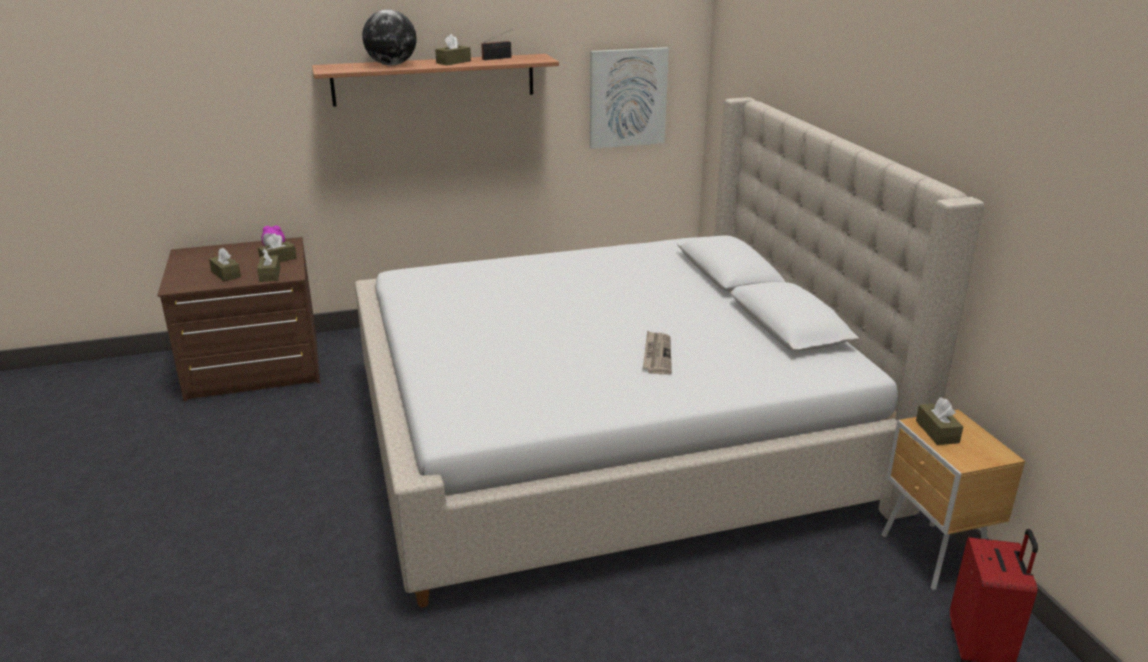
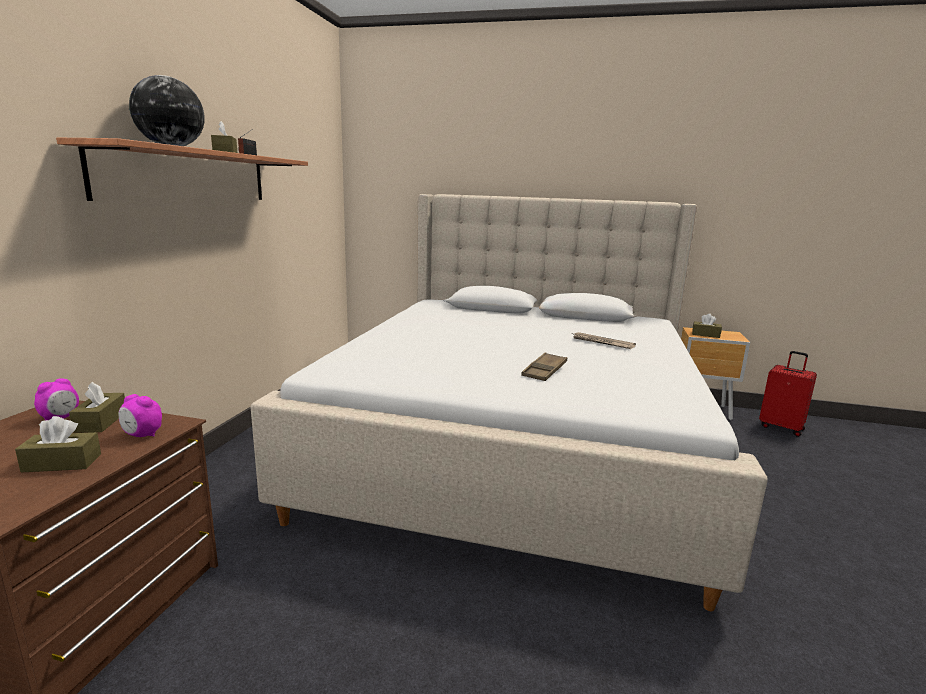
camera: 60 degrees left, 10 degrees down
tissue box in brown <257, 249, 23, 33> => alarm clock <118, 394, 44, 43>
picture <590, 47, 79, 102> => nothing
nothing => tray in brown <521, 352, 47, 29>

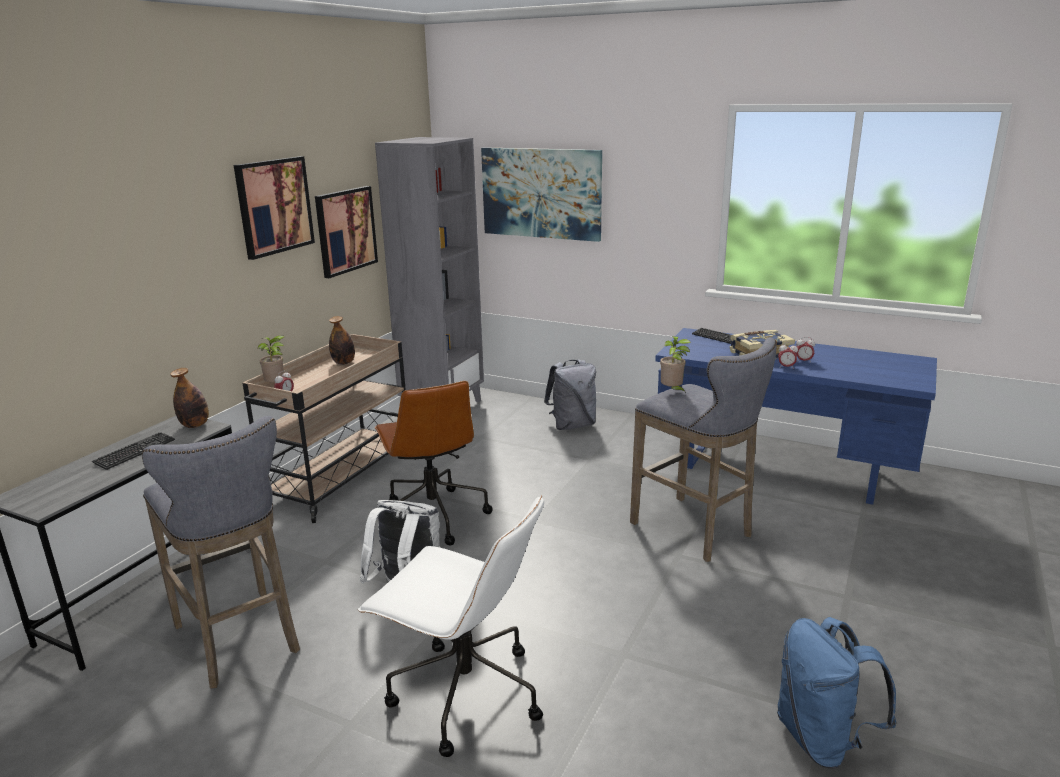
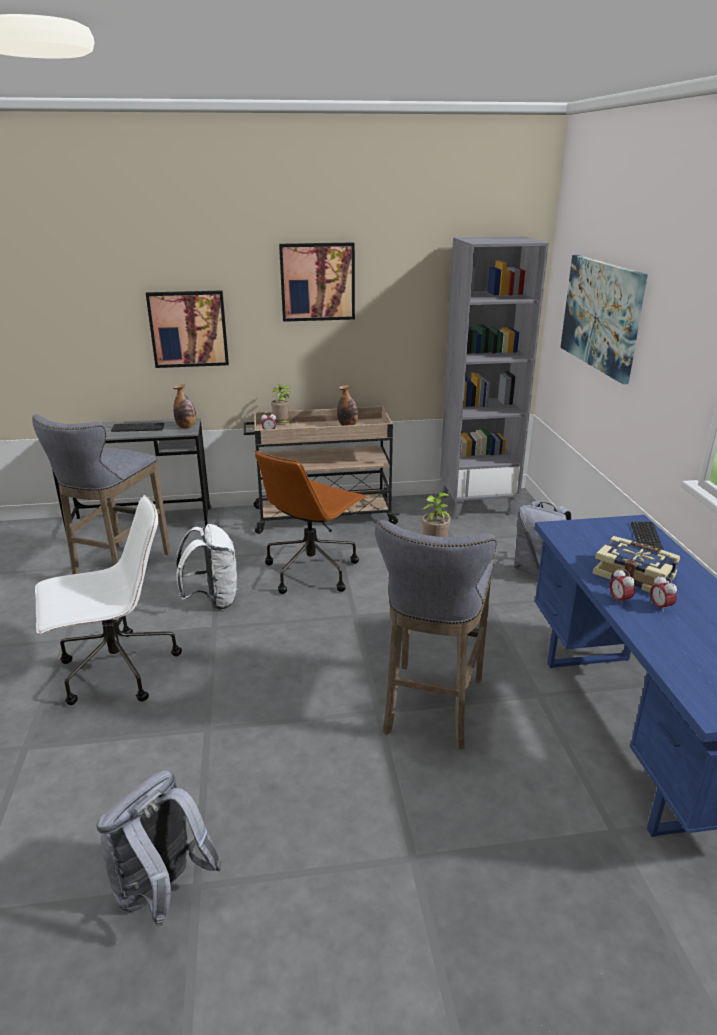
camera: 55 degrees right, 5 degrees up
picture <315, 186, 63, 92> => picture <146, 290, 83, 78>, shifted
office chair in white <358, 495, 186, 262> => office chair in white <35, 495, 147, 210>, 105 degrees counterclockwise
backpack in blue <777, 617, 120, 152> => backpack in grey <96, 770, 127, 156>

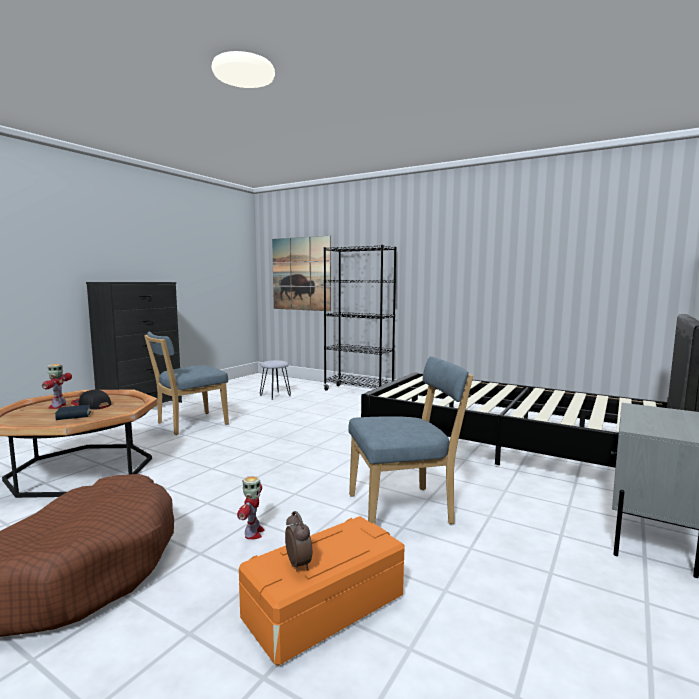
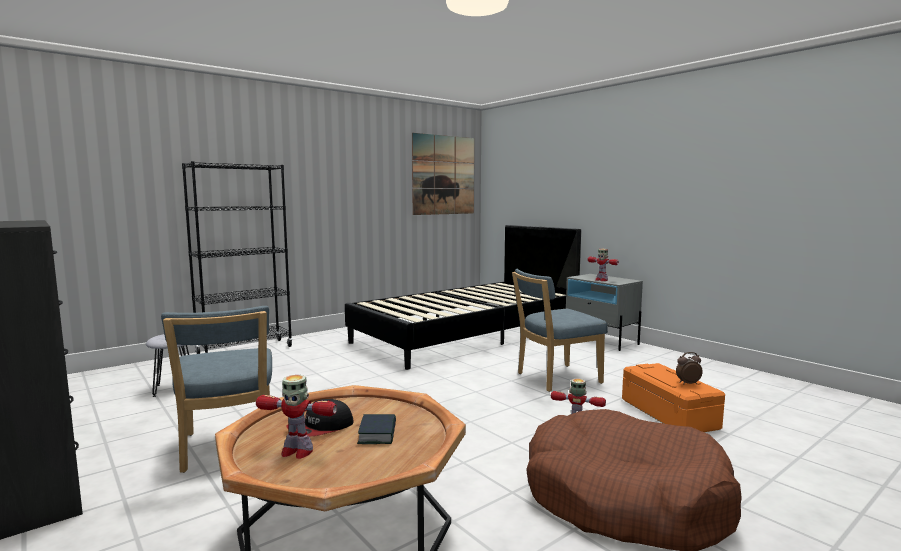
camera: 70 degrees left, 0 degrees up
picture <272, 236, 59, 75> => picture <412, 133, 62, 82>, shifted
chair in blue <348, 356, 125, 168> => chair in blue <512, 268, 96, 124>, 120 degrees counterclockwise
nothing => toy robot <587, 249, 32, 32>

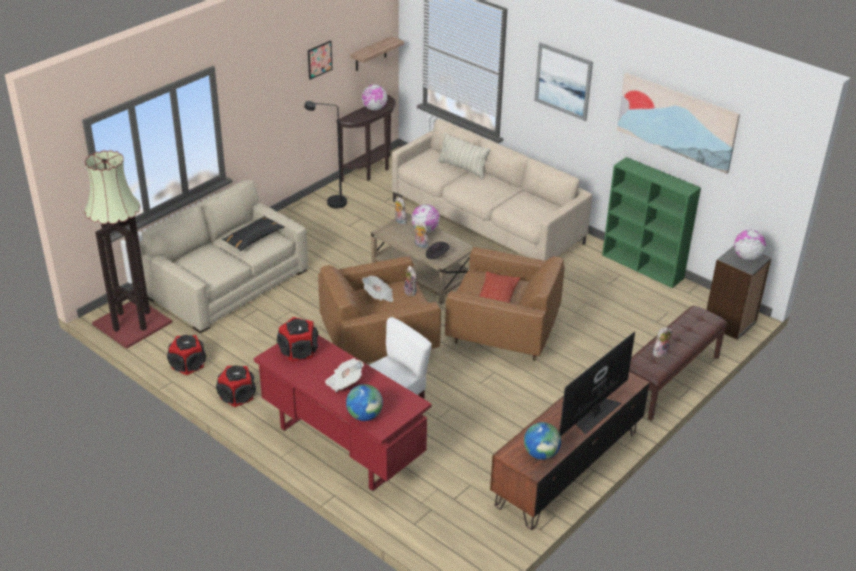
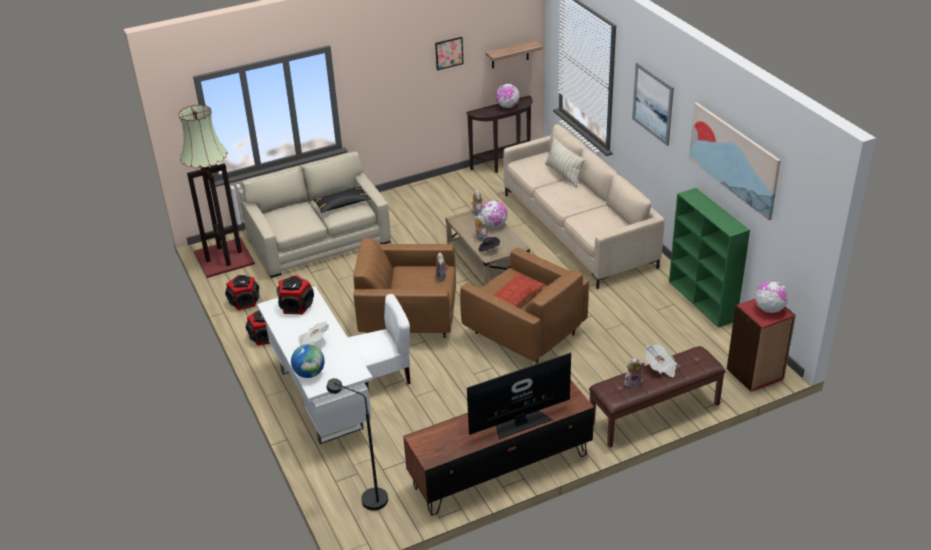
camera: 25 degrees right, 0 degrees up
desk in red <254, 335, 178, 156> => desk in white <257, 287, 116, 157>
floor lamp in black <304, 101, 43, 107> => floor lamp in black <327, 378, 61, 133>, shifted
newspaper <362, 276, 31, 26> => newspaper <645, 345, 32, 32>, shifted
globe <524, 422, 37, 38> => nothing
bookcase in black <706, 246, 66, 94> => bookcase in red <727, 299, 69, 93>

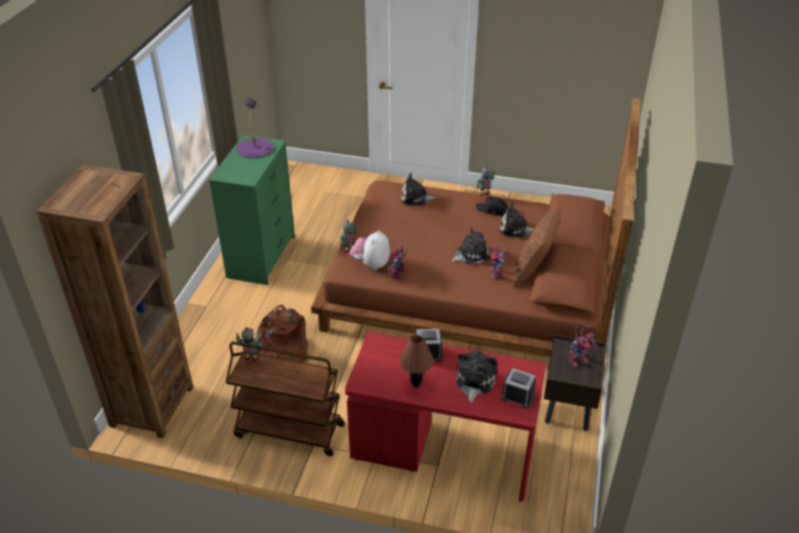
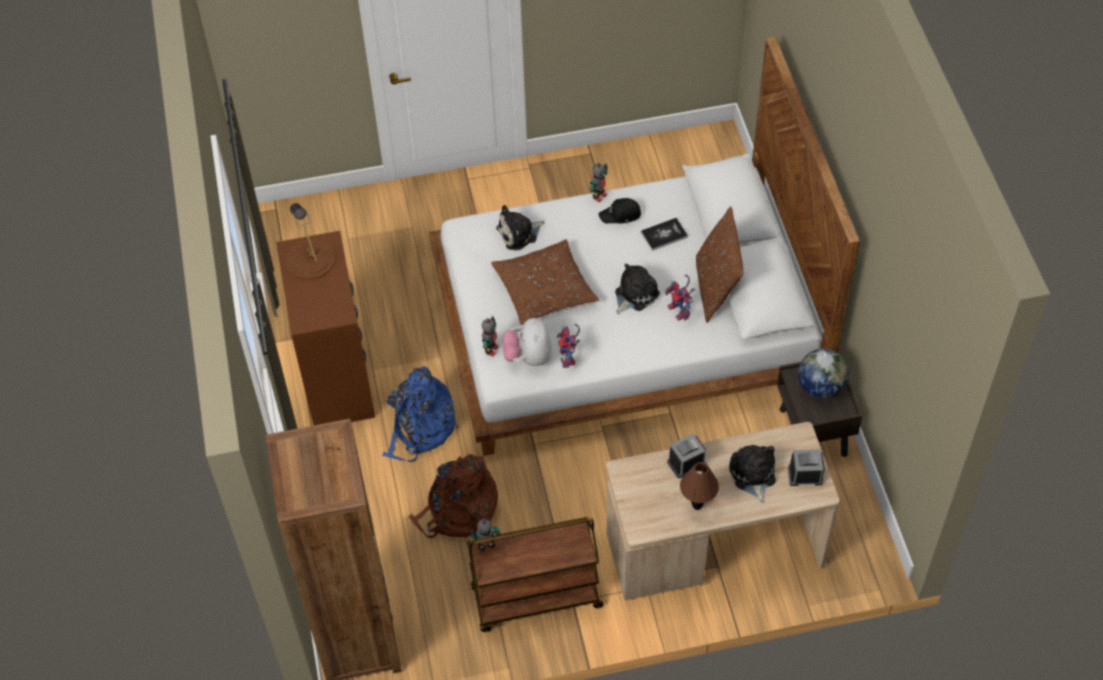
camera: 25 degrees left, 15 degrees up
dresser in green <209, 135, 86, 150> => dresser in brown <276, 231, 99, 195>
table lamp in purple <237, 98, 36, 60> => table lamp in brown <285, 203, 51, 77>
bed in brown <311, 98, 330, 259> => bed in white <429, 37, 431, 419>
desk in red <345, 332, 201, 170> => desk in beige <606, 422, 234, 178>
plush toy <500, 202, 34, 36> => book <641, 218, 47, 33>
toy robot <568, 325, 30, 43> => globe <798, 349, 51, 50>
nothing => backpack in blue <383, 366, 76, 96>
nothing => pillow in brown <491, 239, 108, 86>

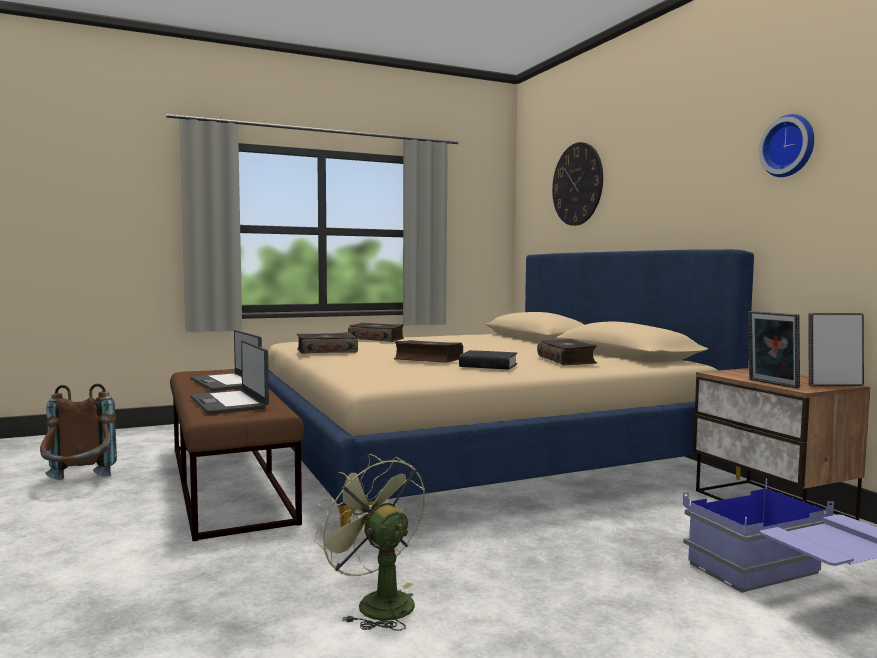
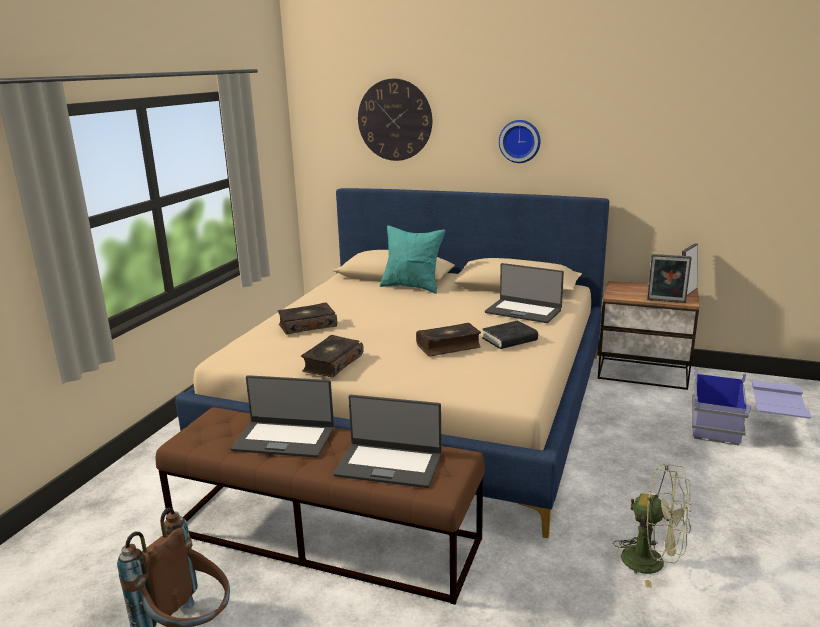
camera: 45 degrees left, 15 degrees up
fan in green <314, 454, 111, 177> => fan in green <613, 463, 79, 125>, 150 degrees counterclockwise
book <537, 339, 60, 26> => laptop <485, 263, 79, 60>
wall clock <759, 114, 55, 63> => wall clock <499, 120, 42, 43>, shifted
nothing => pillow in turquoise <380, 225, 65, 69>

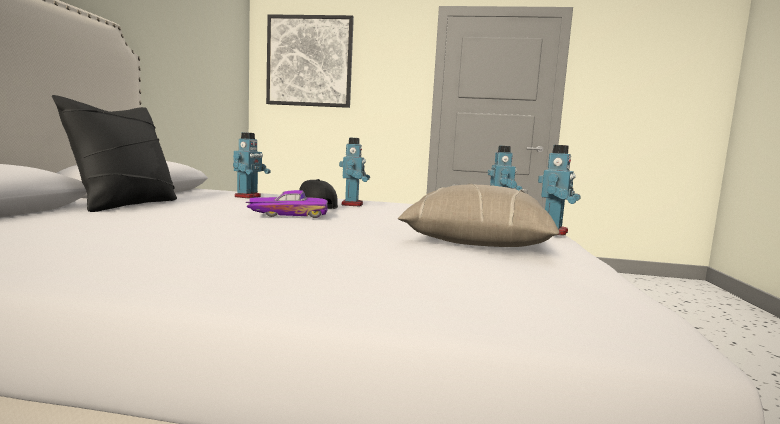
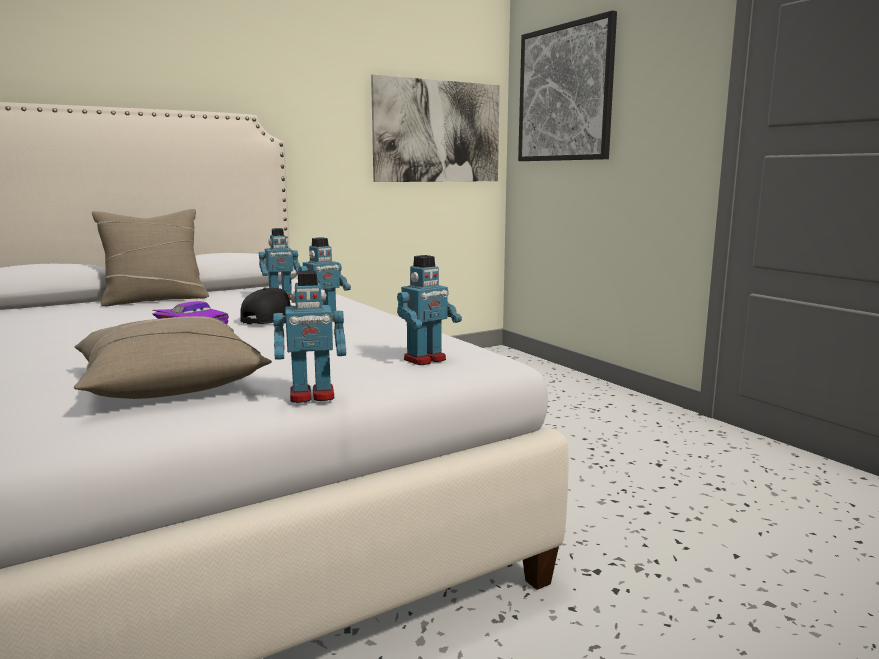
camera: 50 degrees right, 5 degrees up
pillow in black <52, 95, 125, 117> => pillow in beige <92, 209, 117, 97>
nothing => picture <371, 75, 129, 107>

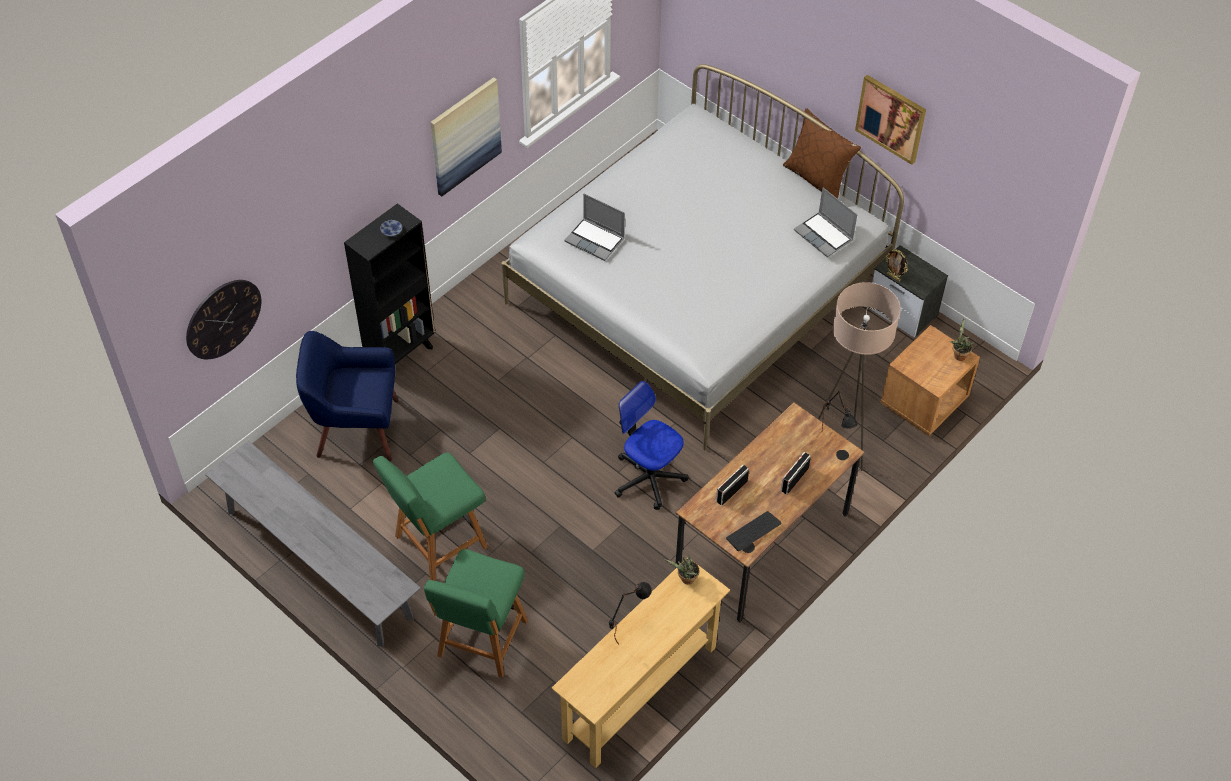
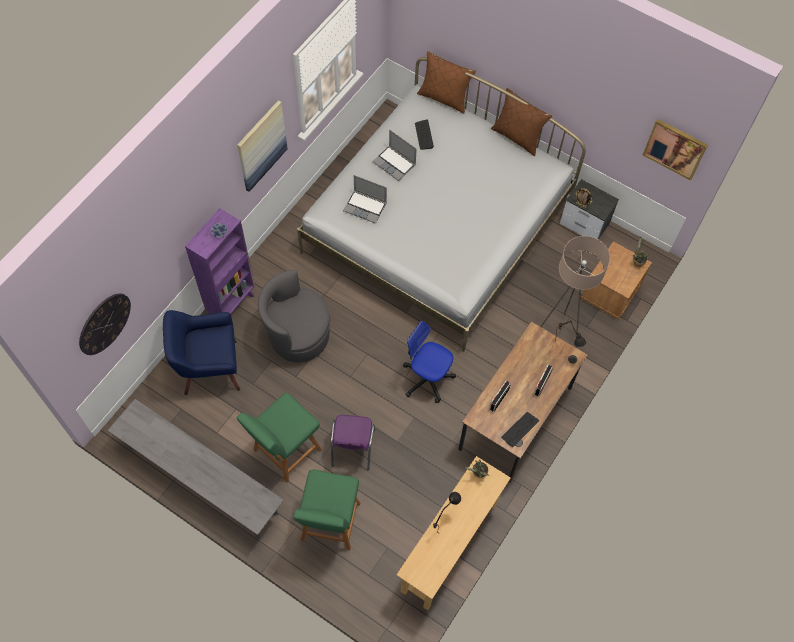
camera: 10 degrees left, 10 degrees up
bookcase in black <344, 203, 91, 161> => bookcase in purple <185, 208, 70, 106>
laptop <794, 188, 63, 69> => laptop <372, 130, 45, 51>, shifted
picture <855, 75, 71, 90> => picture <643, 119, 65, 61>, shifted
nothing => armchair in grey <258, 270, 72, 92>
nothing => chair in purple <331, 415, 44, 56>
nothing => keyboard <415, 119, 19, 31>
nothing => pillow in brown <417, 51, 59, 63>

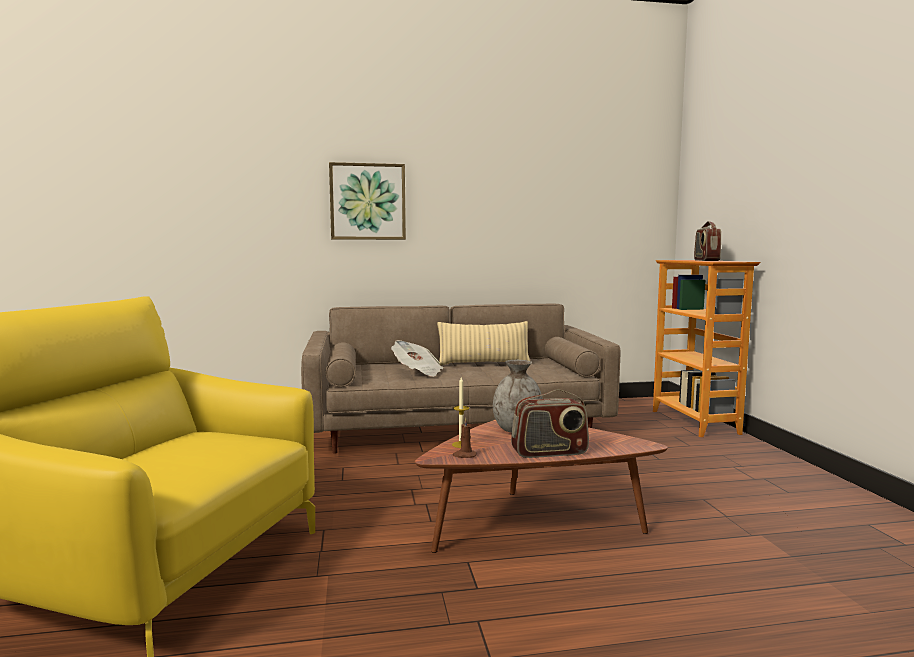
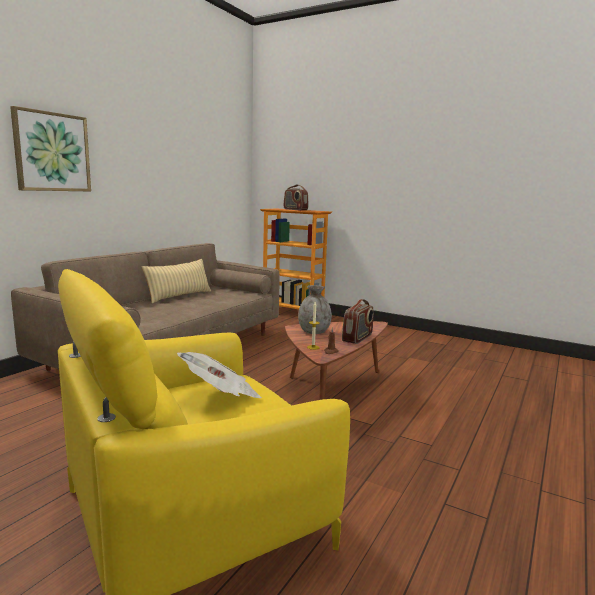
camera: 50 degrees left, 5 degrees up
newspaper <391, 340, 52, 37> => newspaper <177, 352, 85, 46>, shifted

